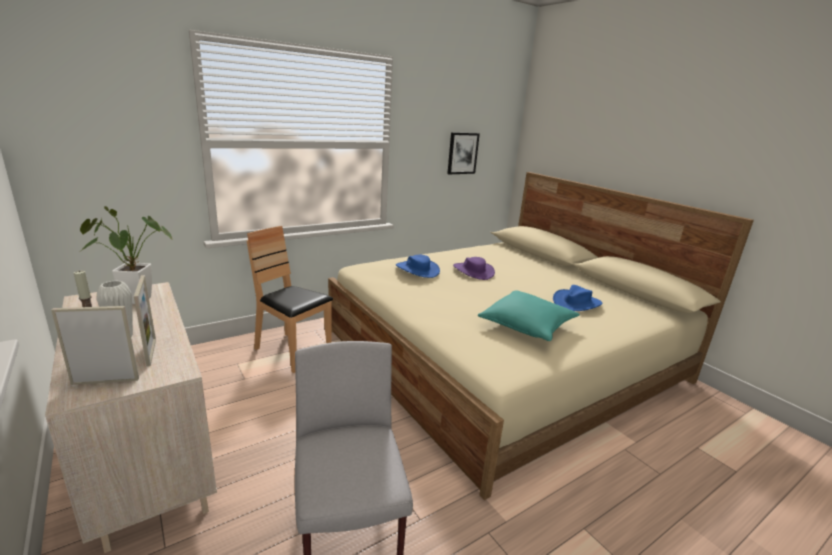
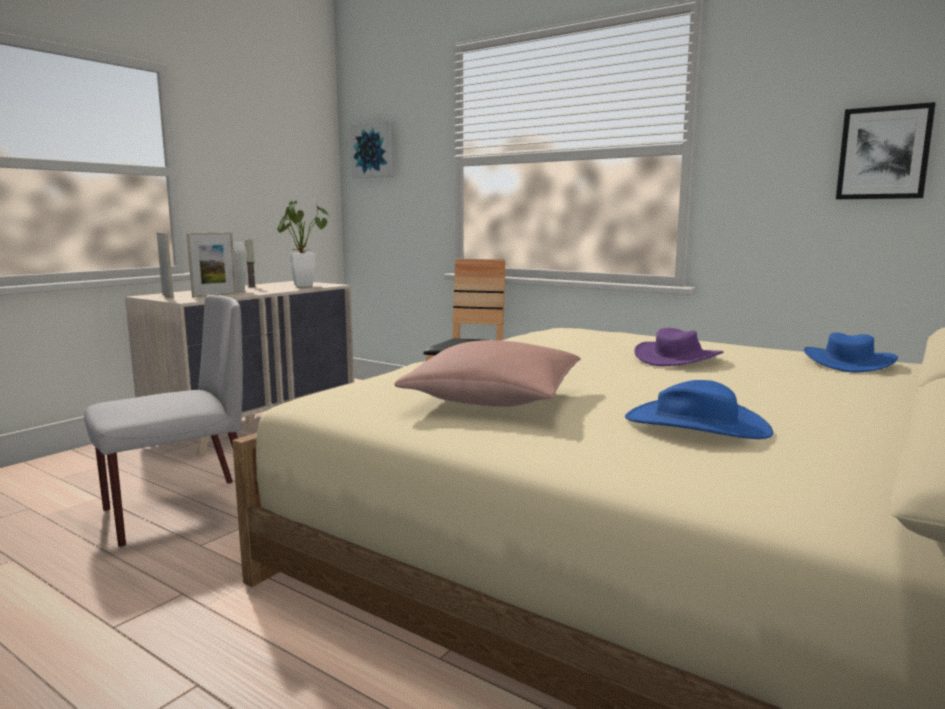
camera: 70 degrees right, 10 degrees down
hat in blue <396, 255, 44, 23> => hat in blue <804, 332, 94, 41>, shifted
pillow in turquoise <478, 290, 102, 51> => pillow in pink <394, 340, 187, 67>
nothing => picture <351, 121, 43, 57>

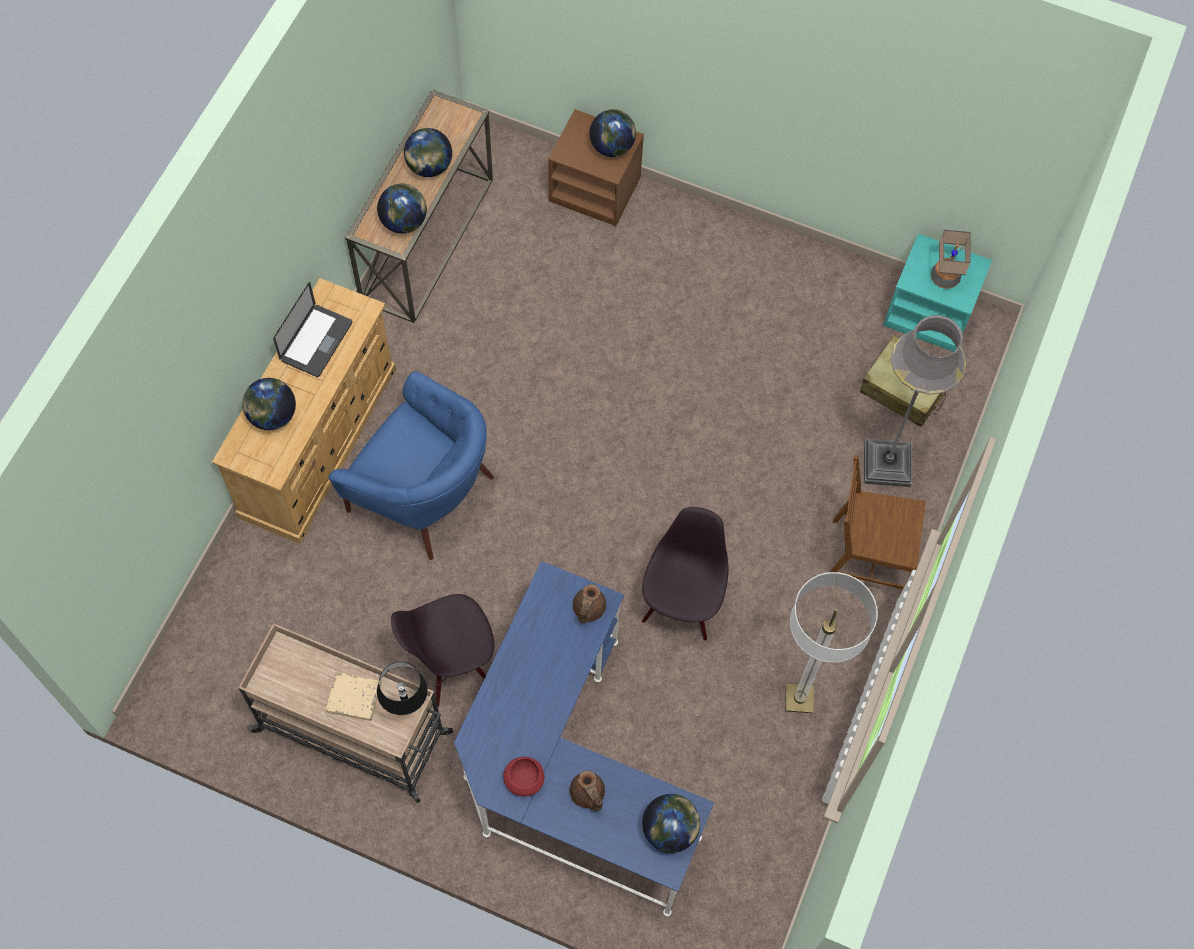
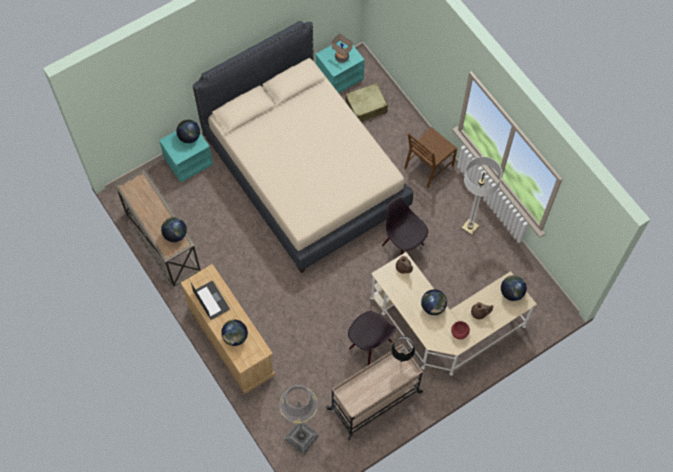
camera: 55 degrees left, 0 degrees up
book in beige <326, 672, 55, 49> => nothing
armchair in blue <329, 371, 165, 189> => nothing
chair in black <391, 594, 103, 113> => chair in black <348, 311, 48, 55>, 60 degrees counterclockwise
globe <404, 128, 48, 49> => globe <421, 289, 26, 26>, shifted
desk in blue <454, 561, 260, 355> => desk in beige <370, 252, 167, 124>
nightstand in brown <548, 109, 96, 117> => nightstand in turquoise <159, 131, 54, 52>
floor lamp in grey <864, 315, 102, 172> => floor lamp in grey <279, 385, 40, 70>, shifted
nothing => bed in beige <193, 21, 220, 252>

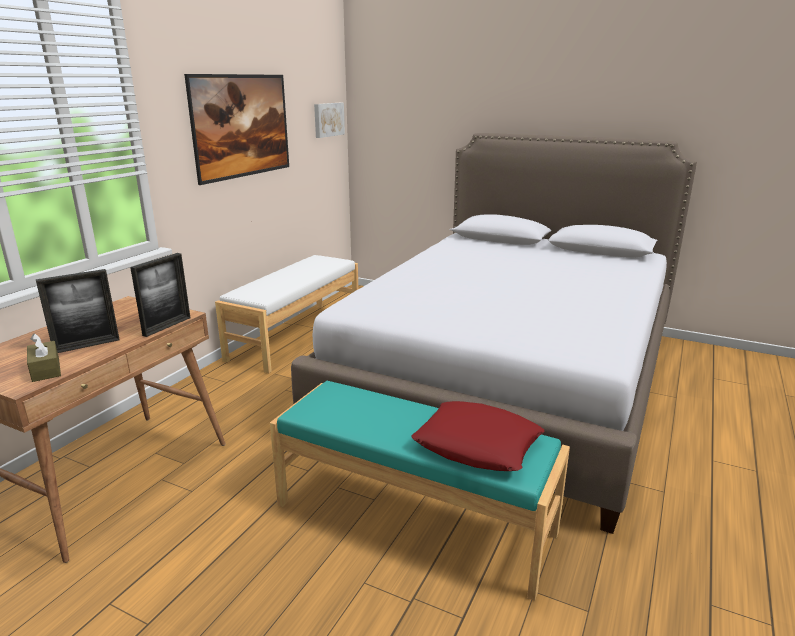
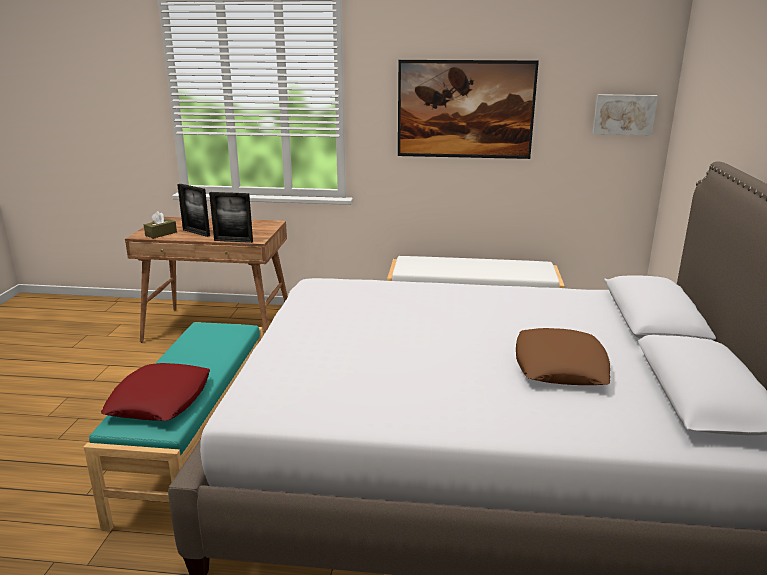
camera: 70 degrees right, 0 degrees up
nothing => pillow in brown <516, 328, 94, 57>

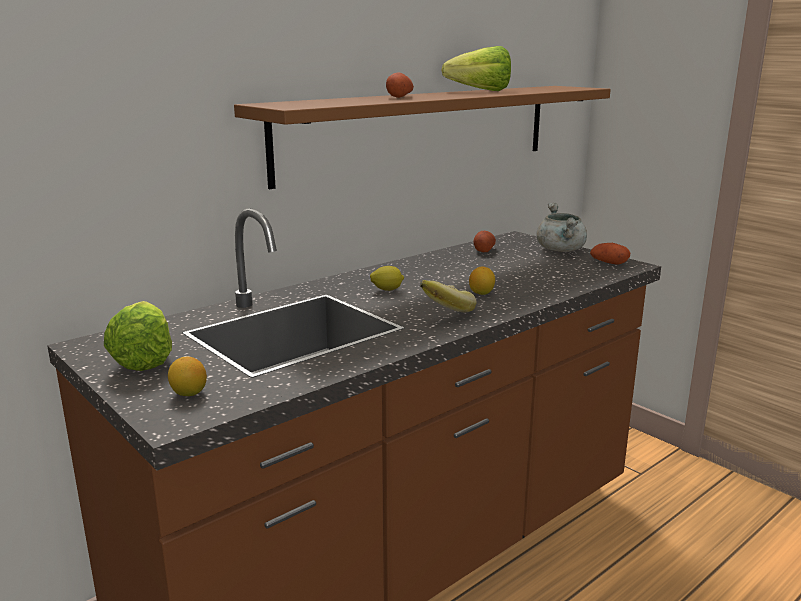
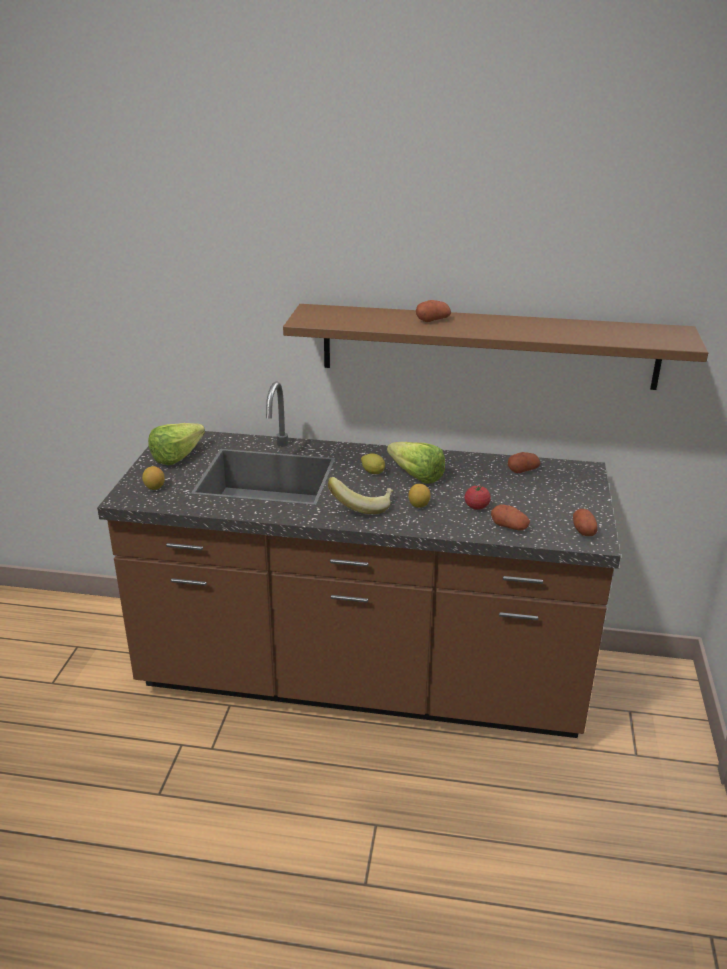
camera: 50 degrees right, 10 degrees up
lettuce <441, 46, 70, 45> => lettuce <387, 442, 58, 42>, shifted
cooking pot in grey <536, 203, 51, 49> => nothing
nothing => tomato <464, 485, 27, 25>
nothing => potato <491, 504, 39, 27>

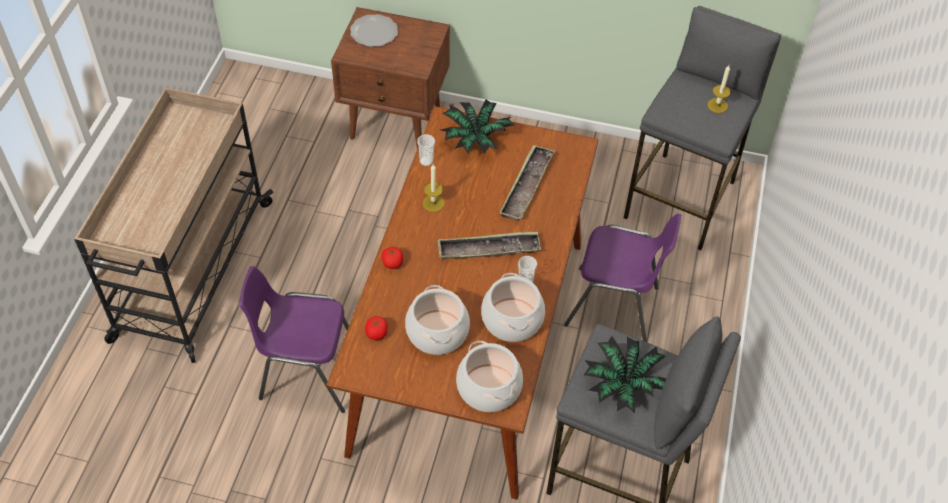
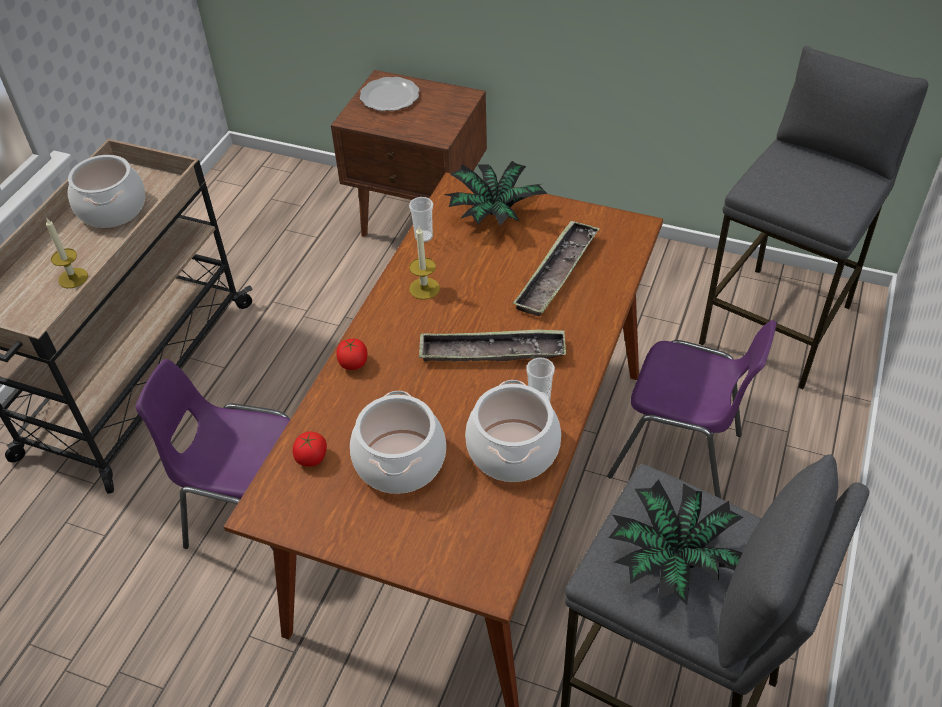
camera: 10 degrees right, 5 degrees down
cooking pot <456, 341, 67, 71> => cooking pot <68, 155, 77, 73>, shifted
candle <707, 65, 24, 48> => candle <46, 218, 42, 70>, shifted

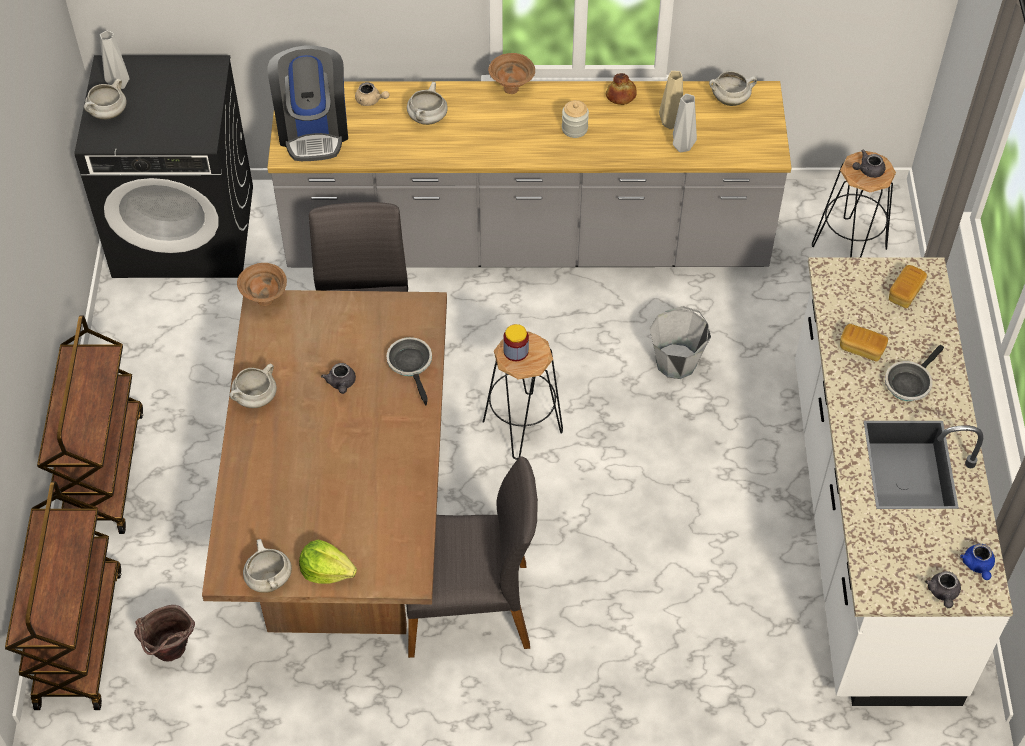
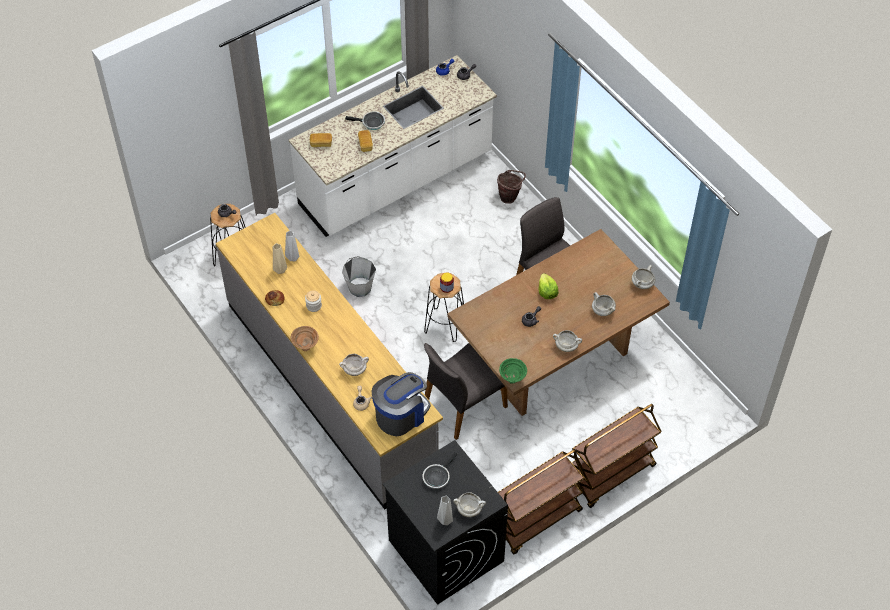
camera: 125 degrees left, 0 degrees up
cart in brown <5, 481, 116, 229> => cart in brown <498, 450, 87, 105>, shifted
bucket in brown <134, 605, 61, 57> => bucket in brown <497, 170, 29, 34>, shifted
bowl in brown <237, 263, 50, 43> => bowl in green <499, 358, 28, 26>
lettuce <299, 539, 58, 45> => lettuce <538, 273, 21, 26>, shifted
frying pan <386, 337, 46, 68> => frying pan <422, 452, 35, 37>, shifted
cooking pot in white <709, 71, 48, 35> => cooking pot in white <592, 292, 24, 24>, shifted

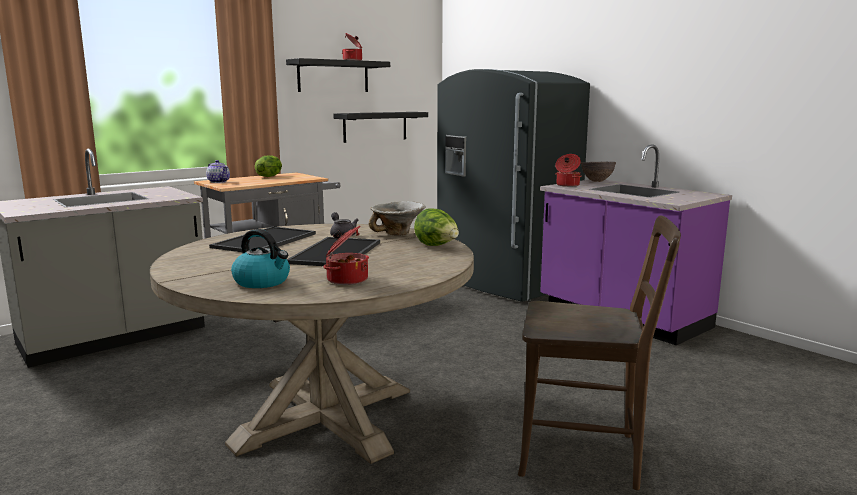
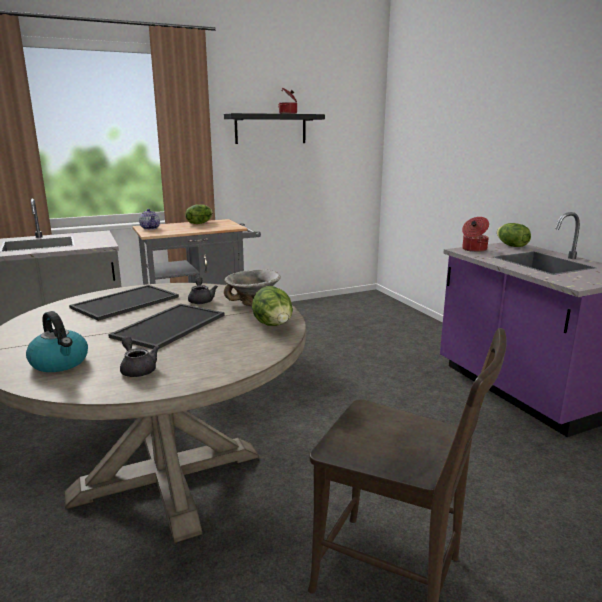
camera: 15 degrees right, 5 degrees up
cooking pot <323, 226, 46, 59> => teapot in grey <120, 336, 39, 41>
shelf in black <333, 112, 95, 31> => nothing
fridge in grey <437, 69, 153, 233> => nothing
bowl in brown <580, 162, 36, 20> => lettuce <497, 223, 34, 24>

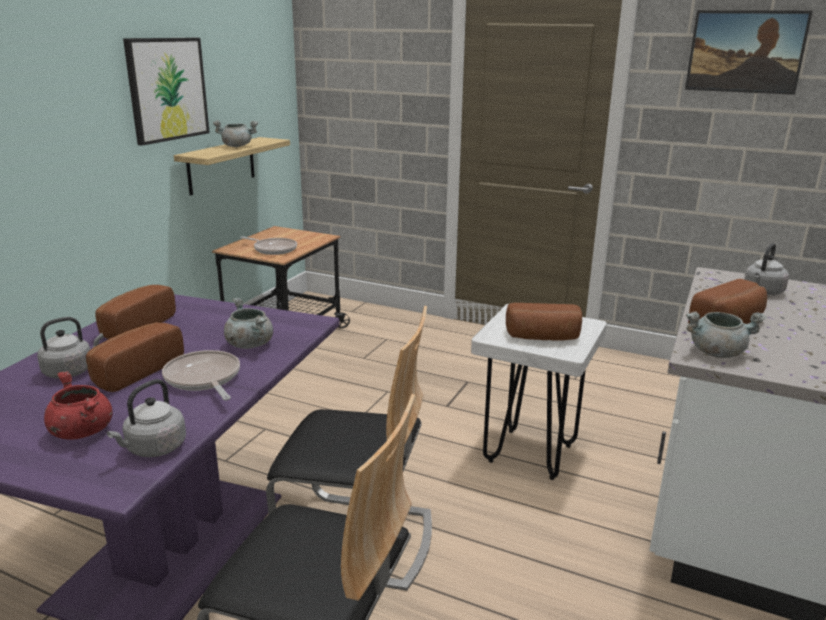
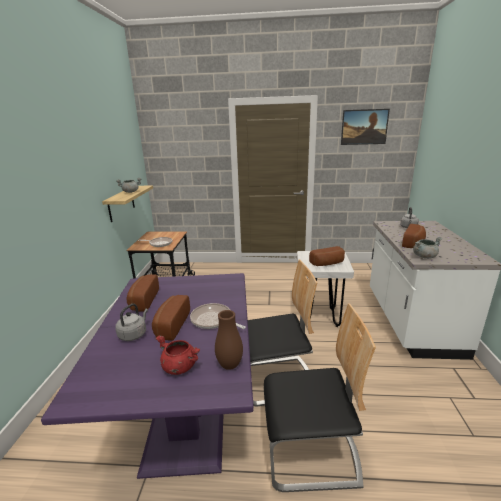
camera: 20 degrees left, 0 degrees up
kettle in grey <107, 379, 79, 78> => vase in brown <215, 310, 28, 60>
picture <123, 38, 87, 108> => nothing
cooking pot in grey <224, 298, 49, 51> => nothing

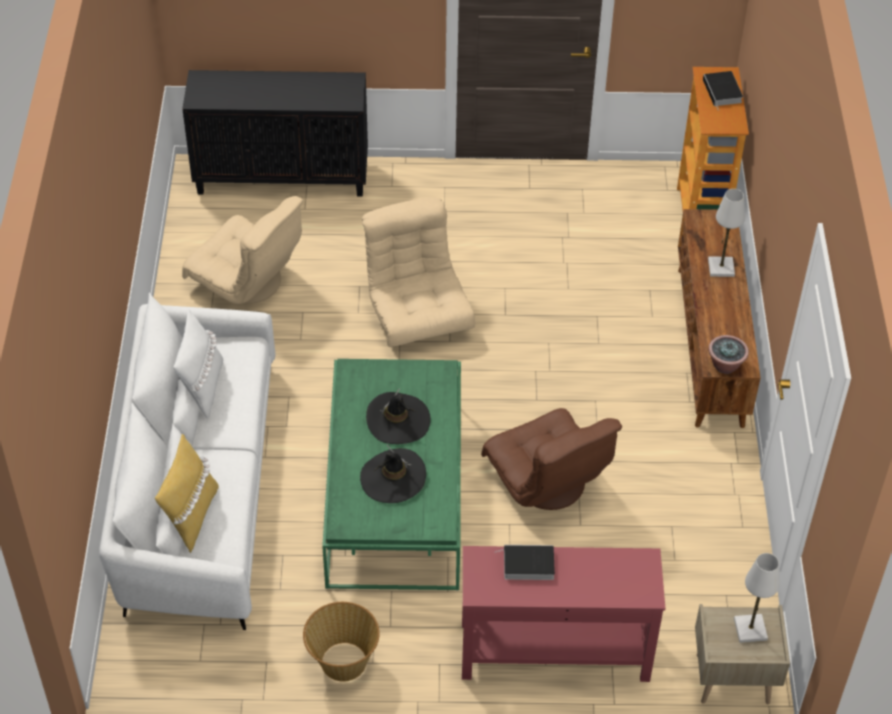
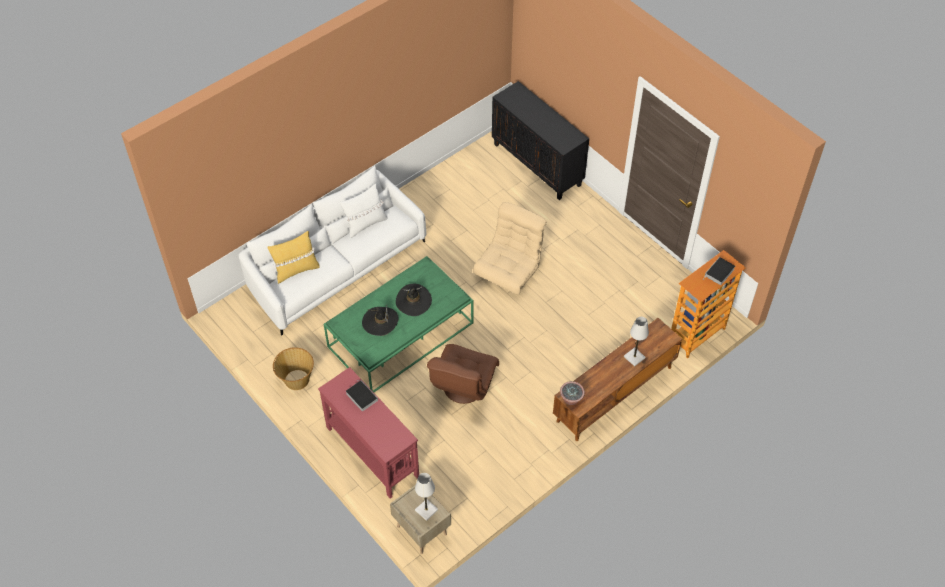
camera: 50 degrees right, 5 degrees up
armchair in beige <182, 196, 121, 108> => nothing

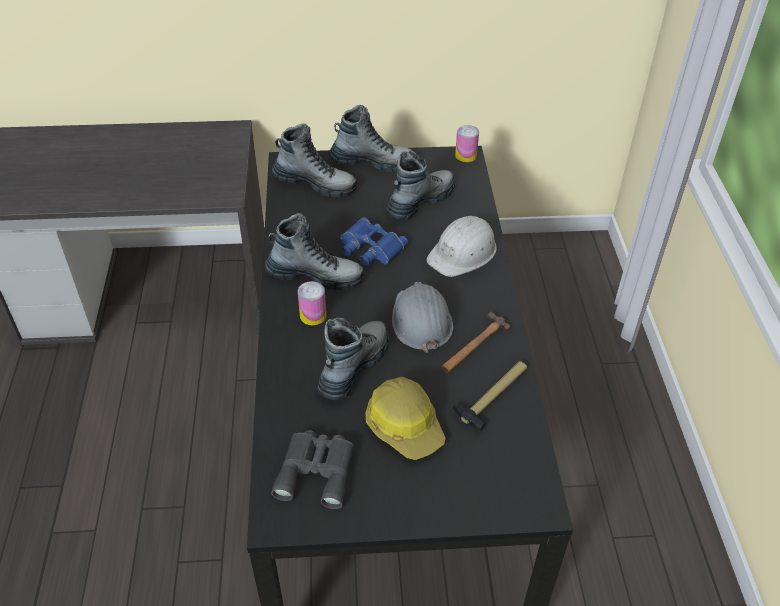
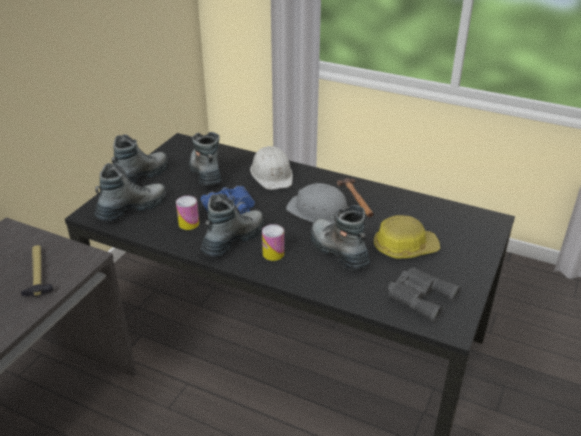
camera: 60 degrees left, 10 degrees down
hammer <453, 361, 74, 69> => hammer <21, 245, 32, 52>, shifted
can <455, 125, 24, 37> => can <176, 196, 23, 34>, shifted

